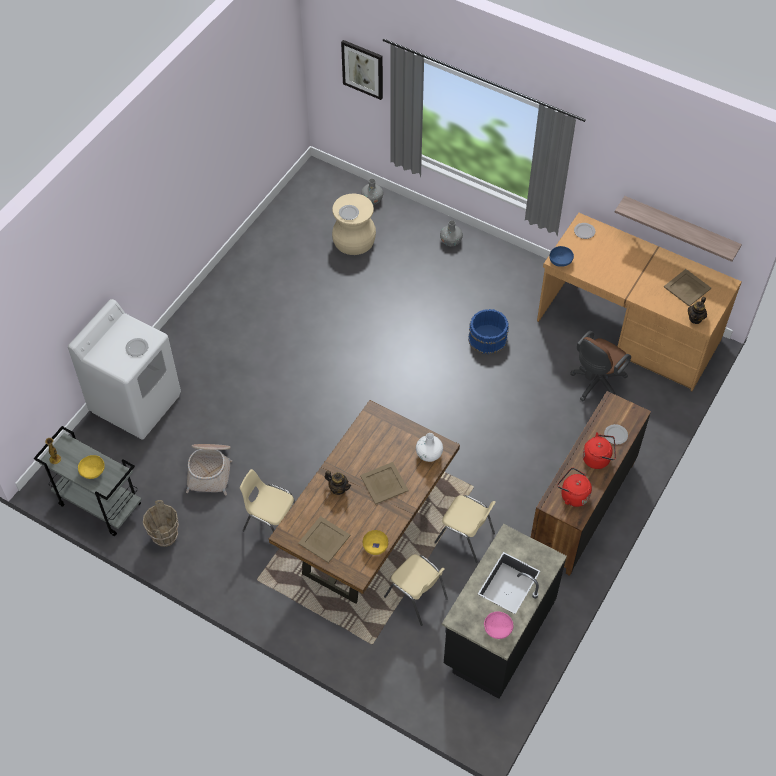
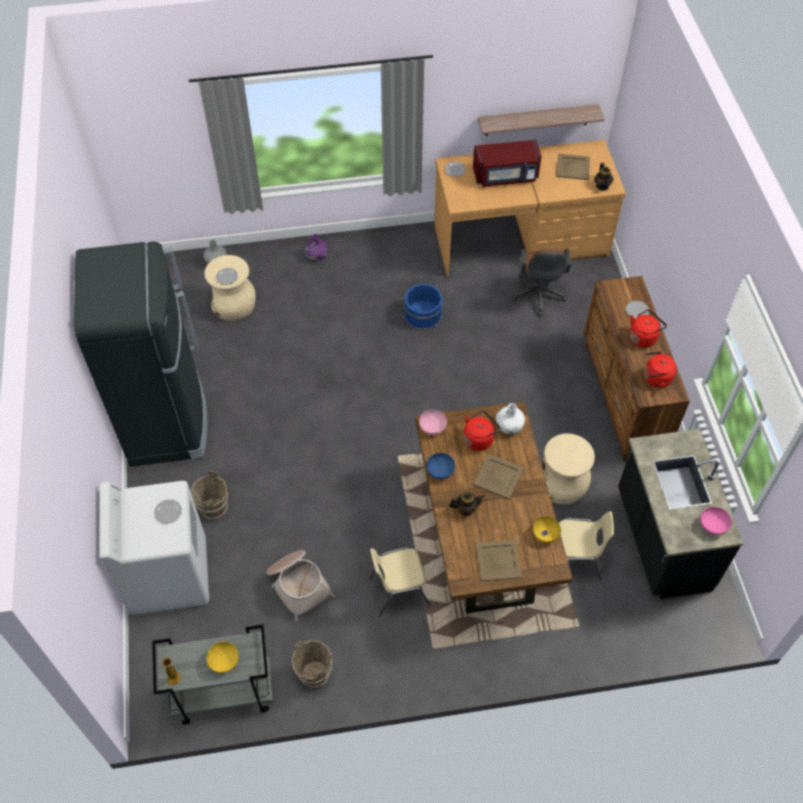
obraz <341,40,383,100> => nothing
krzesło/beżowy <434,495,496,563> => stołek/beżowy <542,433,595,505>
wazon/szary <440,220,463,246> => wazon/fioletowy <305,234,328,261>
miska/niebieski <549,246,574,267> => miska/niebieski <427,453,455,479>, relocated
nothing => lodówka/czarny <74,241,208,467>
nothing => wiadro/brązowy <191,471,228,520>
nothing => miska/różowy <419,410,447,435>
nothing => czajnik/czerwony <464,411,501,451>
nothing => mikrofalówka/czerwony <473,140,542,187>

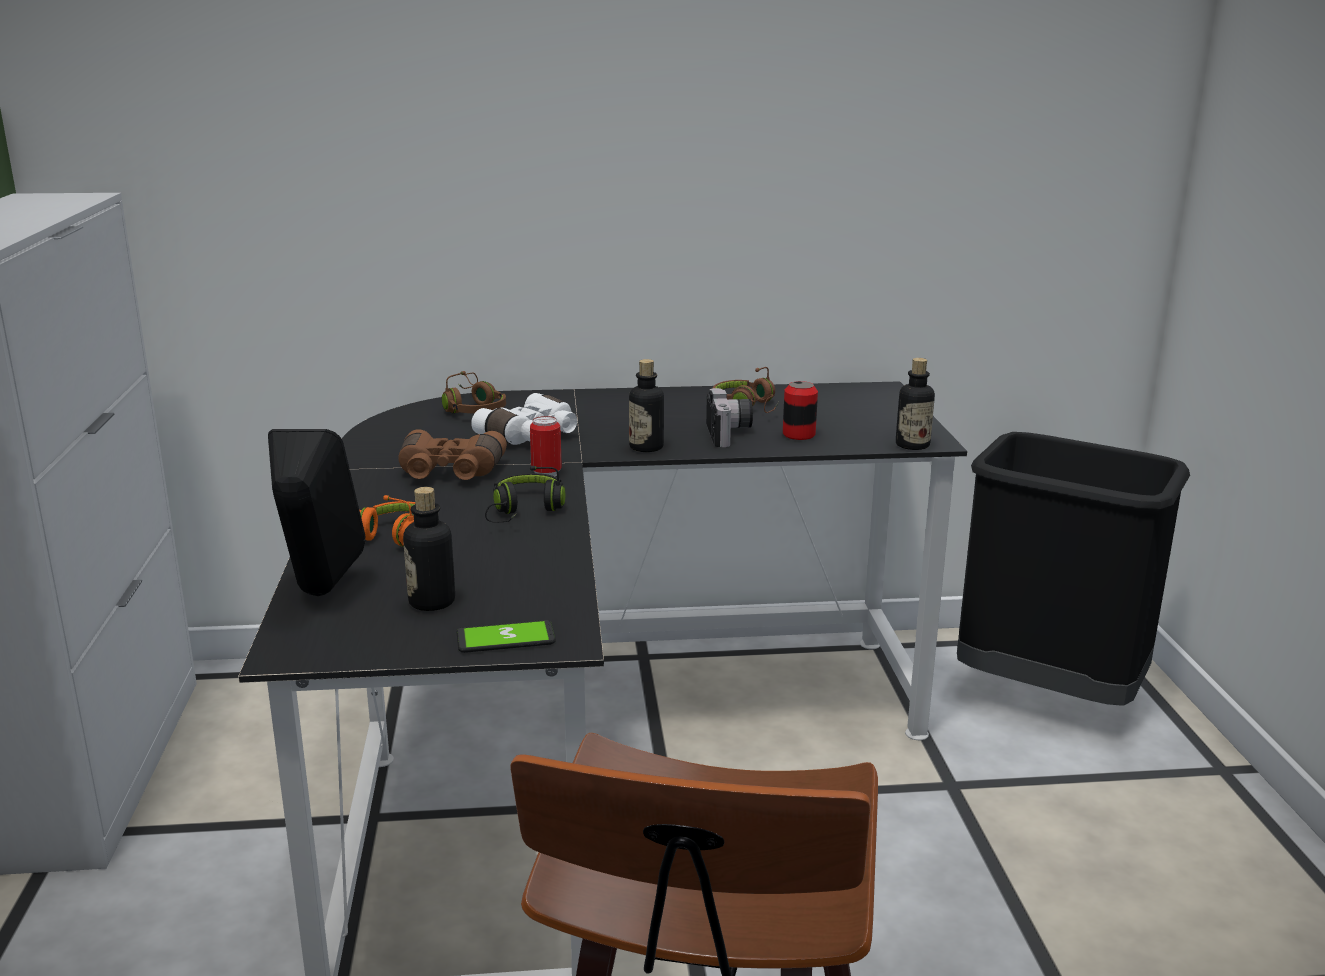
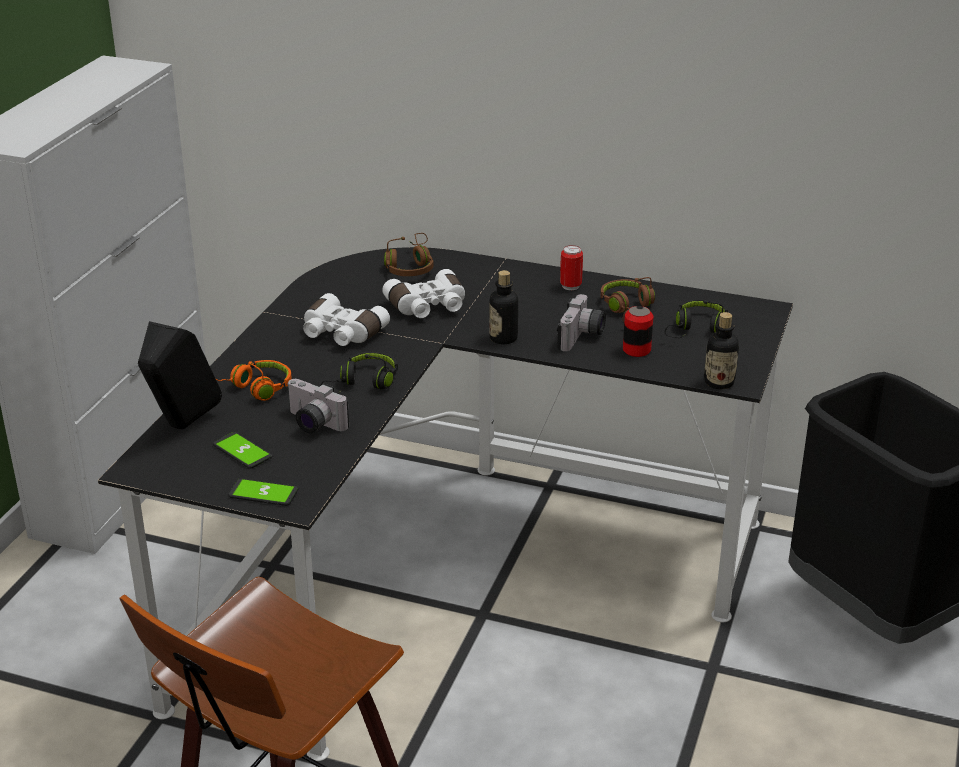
lornetka/brązowy <398,429,507,480> => lornetka/biały <303,293,390,346>
butelka <403,487,455,611> => telefon <213,432,272,469>
puszka <530,416,562,476> => puszka <560,245,583,290>, relocated
nothing => aparat fotograficzny <287,379,349,434>
nothing => słuchawki/czarny <665,300,728,338>

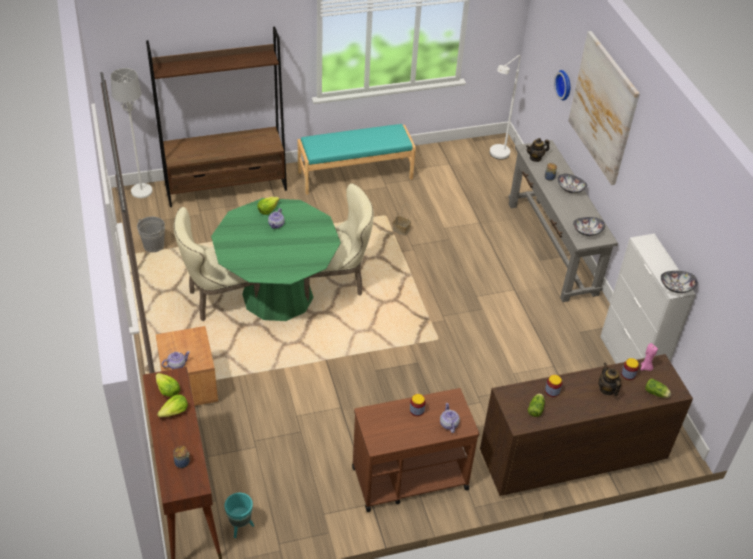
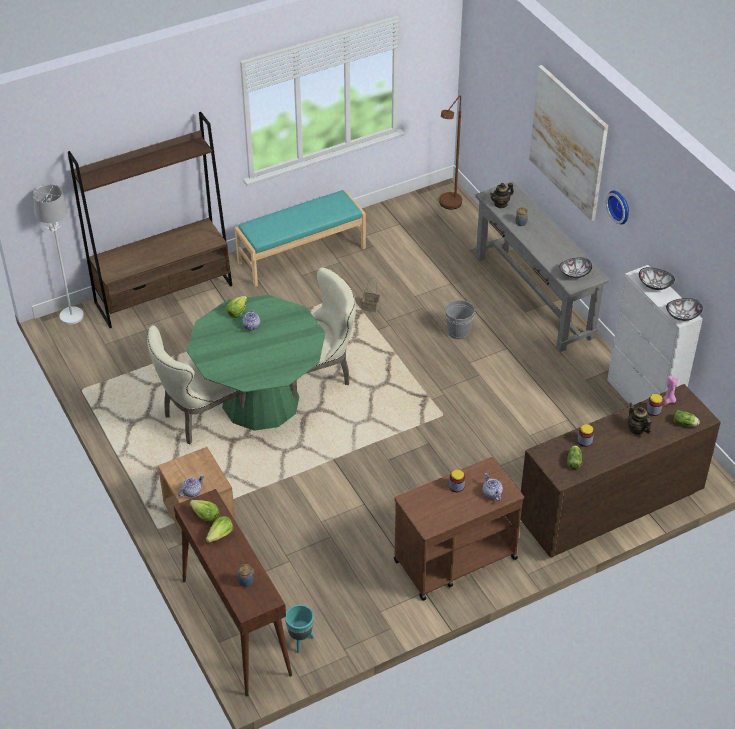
wiadro/szary <137,216,165,252> => wiadro/szary <444,300,476,339>, relocated
lampa stojąca/biały <490,55,521,160> => lampa stojąca/brązowy <439,95,462,209>
zegar ścienny <554,70,570,101> => zegar ścienny <606,191,629,224>, relocated
miska <558,174,587,194> => miska <639,267,675,290>, relocated

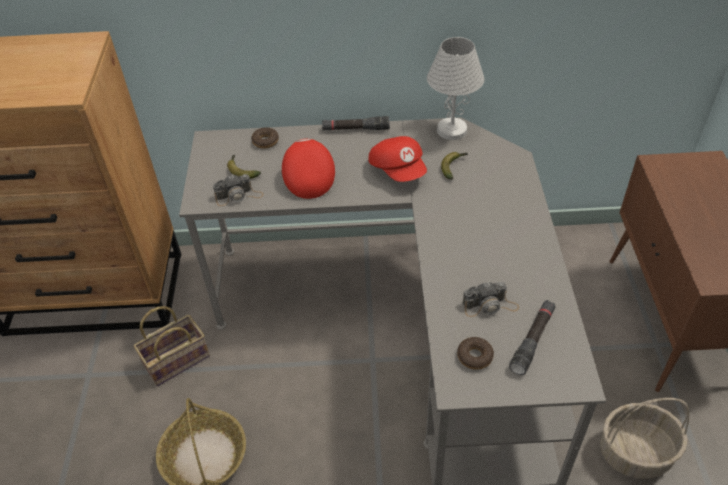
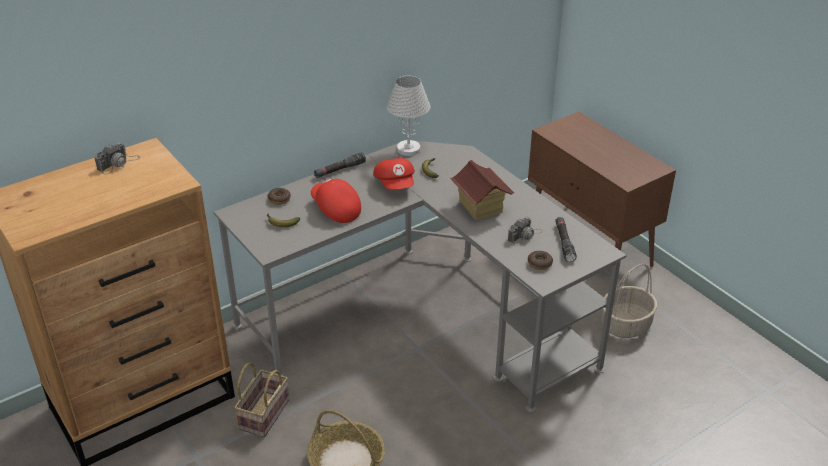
aparat fotograficzny <213,174,263,206> => aparat fotograficzny <95,142,140,174>, relocated
czapka z daszkiem/czerwony <368,136,427,182> => czapka z daszkiem/czerwony <373,158,415,189>, 45 degrees clockwise
nothing => domek <450,160,514,220>

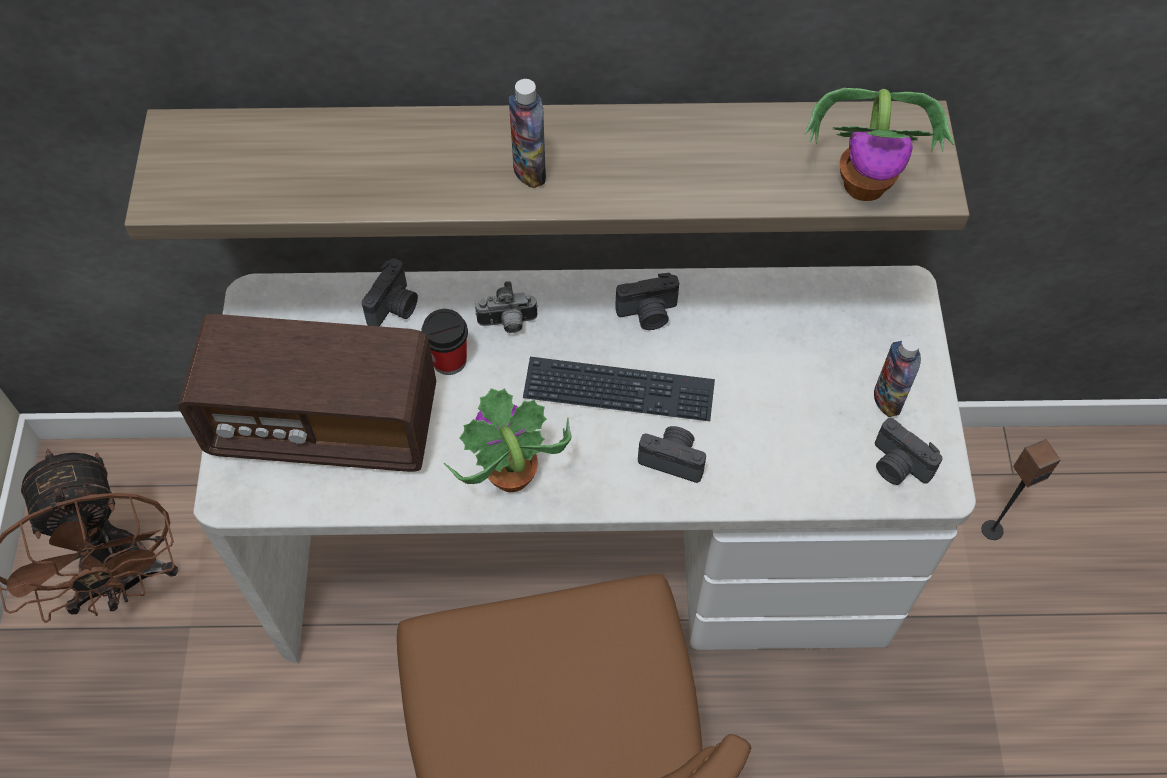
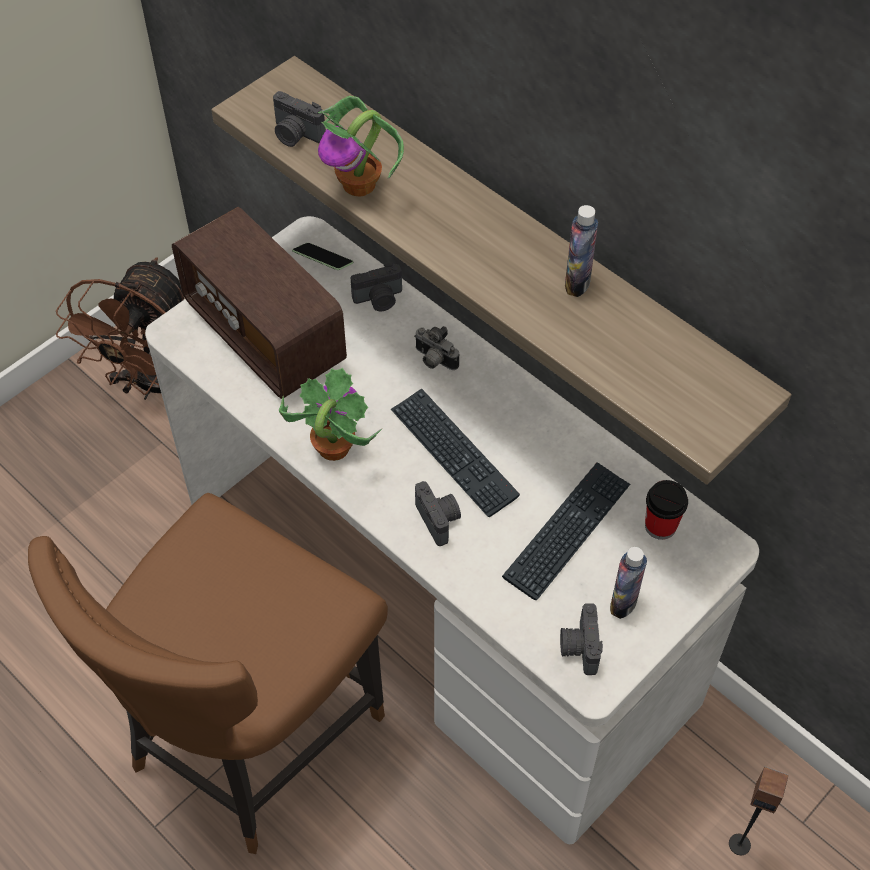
filiżanka <421,309,468,375> => filiżanka <645,480,688,540>, relocated
butelka <509,79,546,188> => butelka <565,205,598,297>, relocated
aparat fotograficzny <615,273,679,330> => aparat fotograficzny <273,91,326,147>, relocated
roślina doniczkowa <805,88,954,201> => roślina doniczkowa <318,96,404,196>, relocated
nothing => telefon <292,243,353,270>
nothing => klawiatura <502,462,630,600>

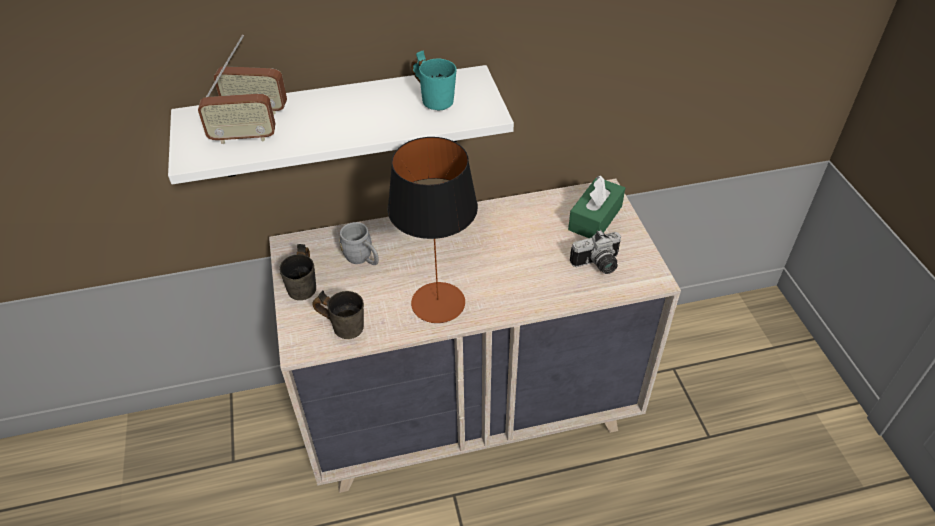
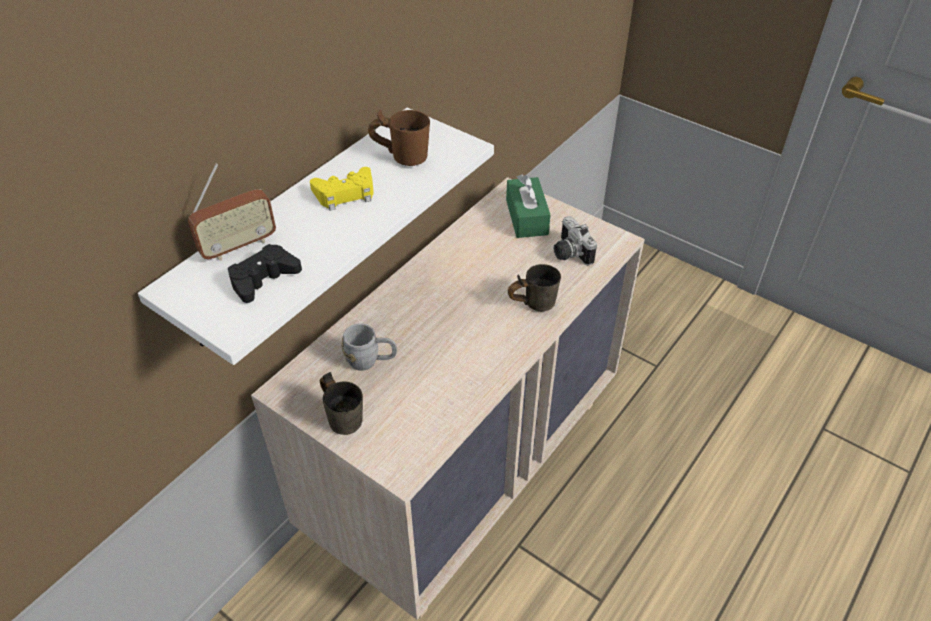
radio <198,62,275,144> => pad do gier/czarny <228,244,302,303>
kubek/szary <313,291,364,339> => kubek/szary <508,264,561,311>, relocated
lampa stołowa <387,137,478,323> => nothing
kubek/turkusowy <411,51,457,111> => kubek/brązowy <368,110,430,166>
aparat fotograficzny <570,230,621,274> => aparat fotograficzny <554,216,597,266>, 120 degrees clockwise
nothing => pad do gier/żółty <310,167,374,211>

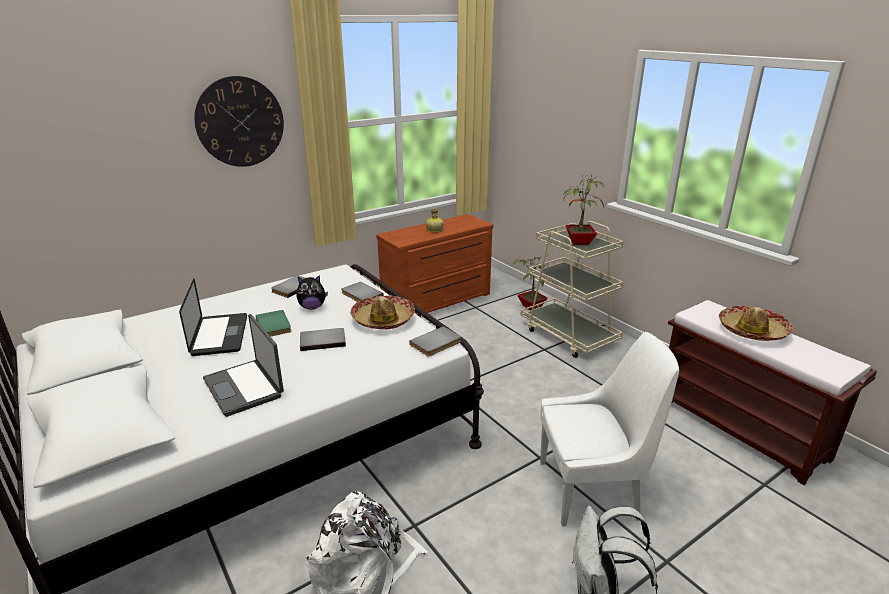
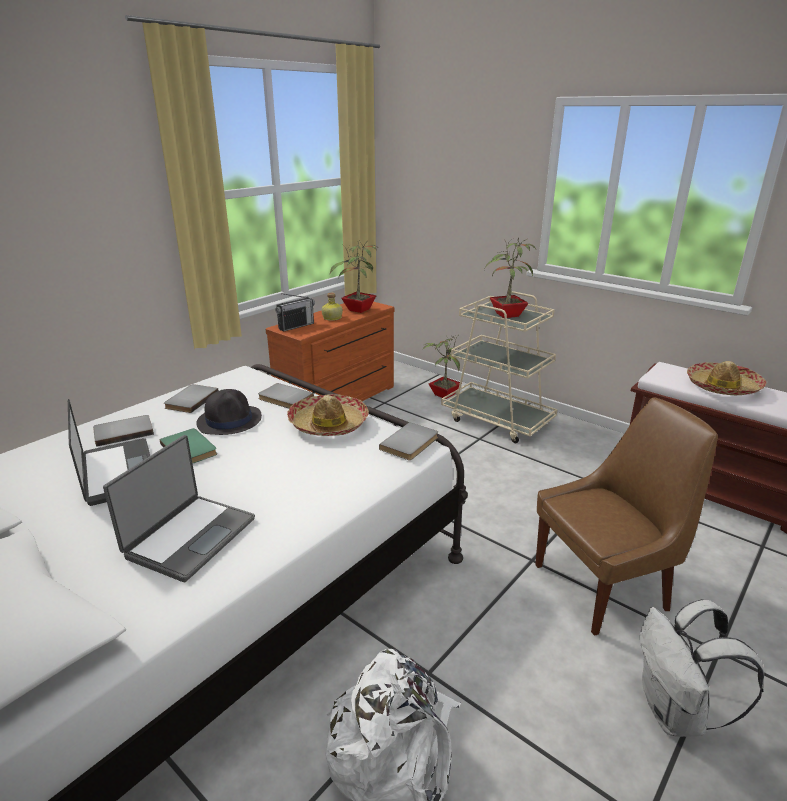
zegar ścienny <194,76,284,167> => nothing
laptop <203,314,284,417> => laptop <103,435,255,582>, 105 degrees counterclockwise
pluszak <296,275,328,310> => kapelusz/czarny <196,389,262,435>
książka/szary <300,328,346,351> => książka/szary <93,415,154,447>, relocated
krzesło/biały <540,332,679,527> => krzesło/brązowy <535,397,718,636>
nothing => radio <275,293,315,332>
nothing => roślina doniczkowa <330,242,377,313>

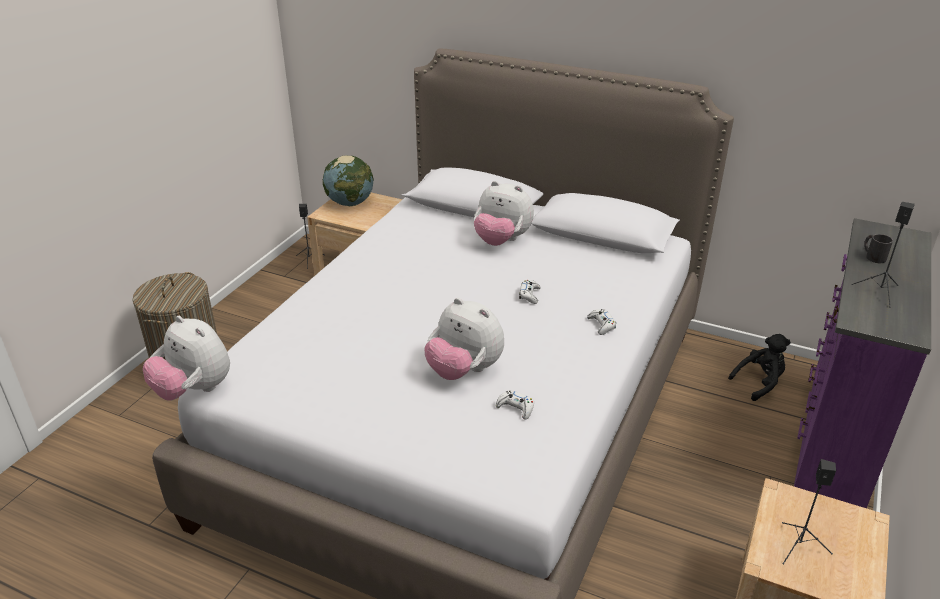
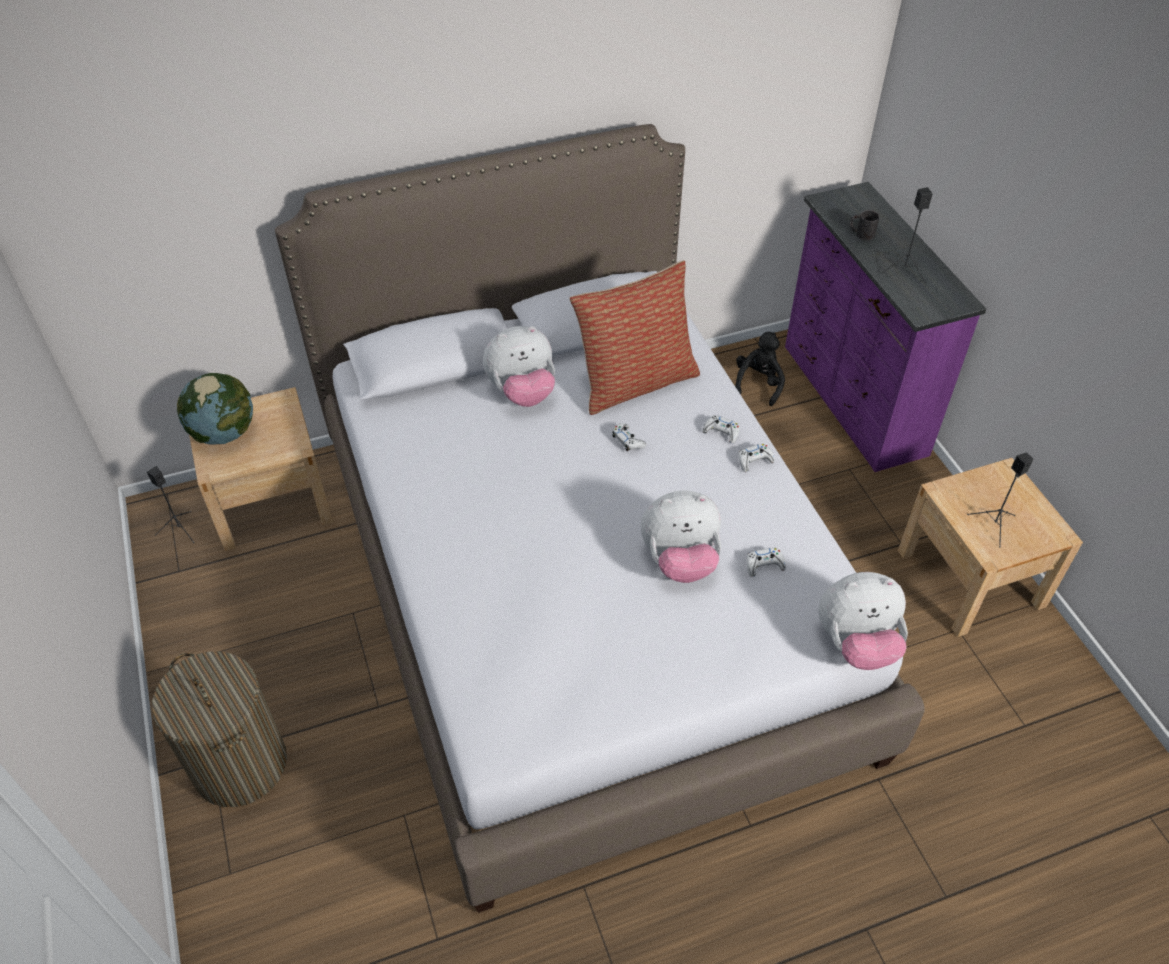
pluszak <143,316,230,401> => pluszak <818,572,908,670>, relocated
nothing => poduszka <569,260,700,415>
nothing => pad do gier/biały <738,444,775,472>

